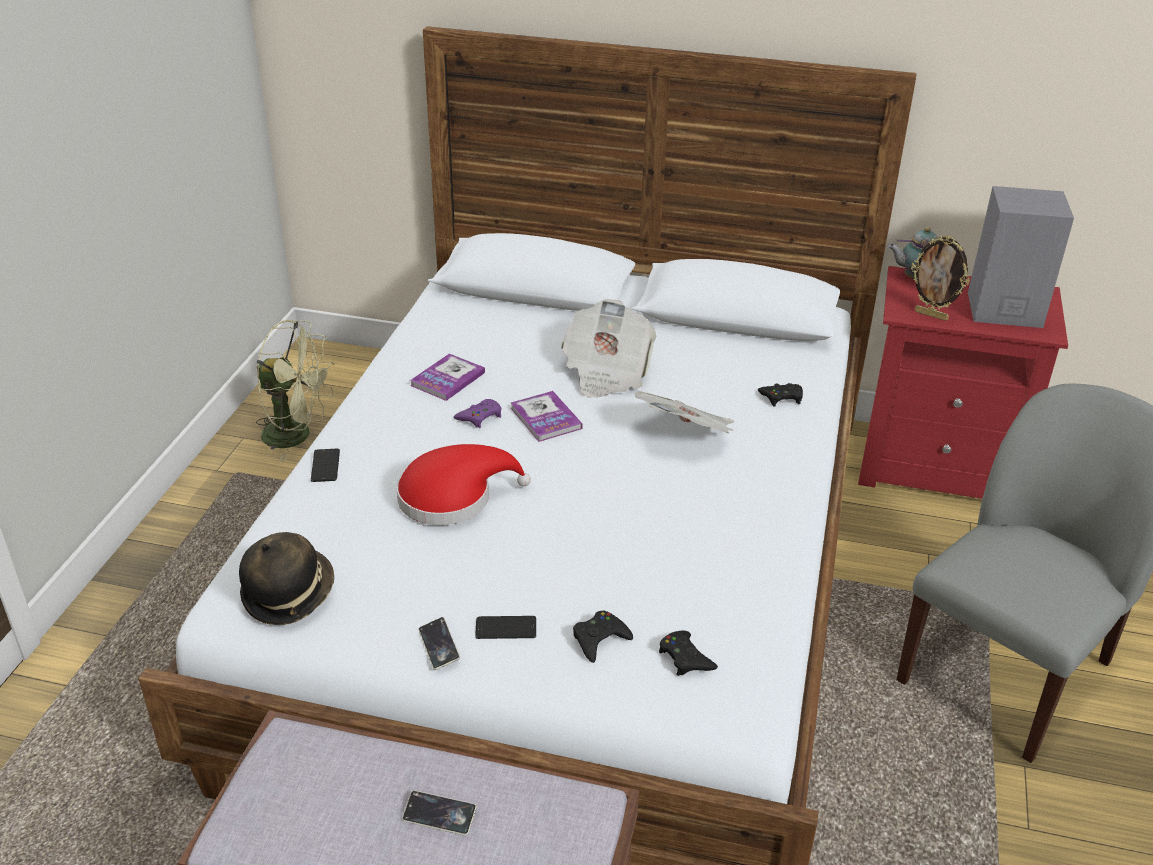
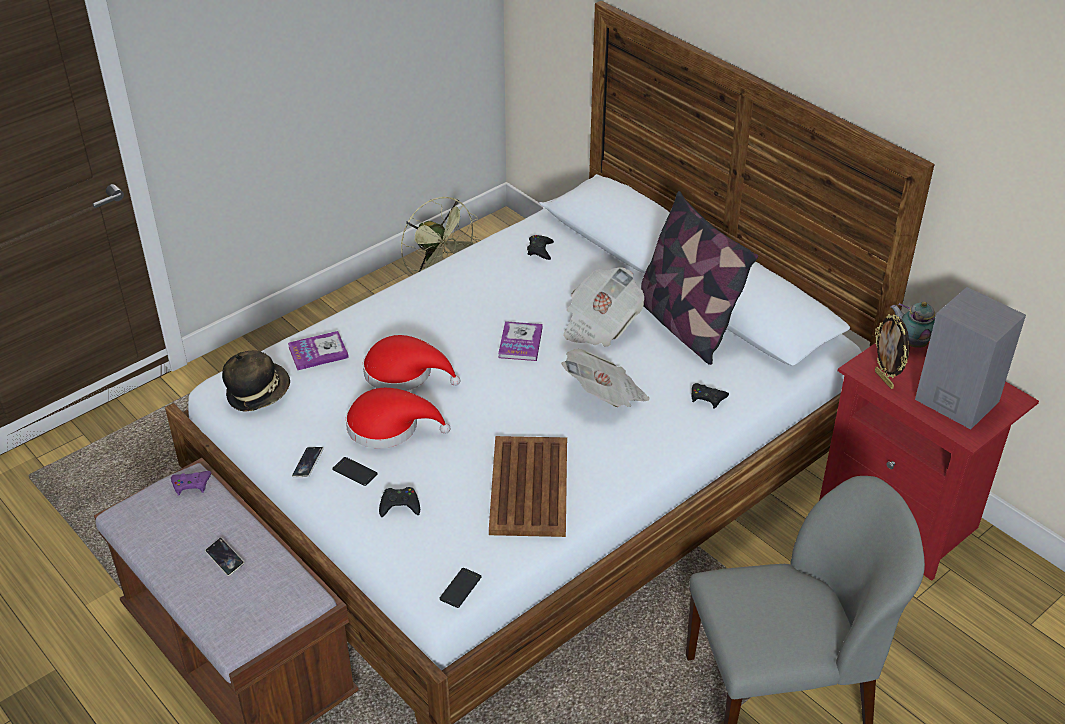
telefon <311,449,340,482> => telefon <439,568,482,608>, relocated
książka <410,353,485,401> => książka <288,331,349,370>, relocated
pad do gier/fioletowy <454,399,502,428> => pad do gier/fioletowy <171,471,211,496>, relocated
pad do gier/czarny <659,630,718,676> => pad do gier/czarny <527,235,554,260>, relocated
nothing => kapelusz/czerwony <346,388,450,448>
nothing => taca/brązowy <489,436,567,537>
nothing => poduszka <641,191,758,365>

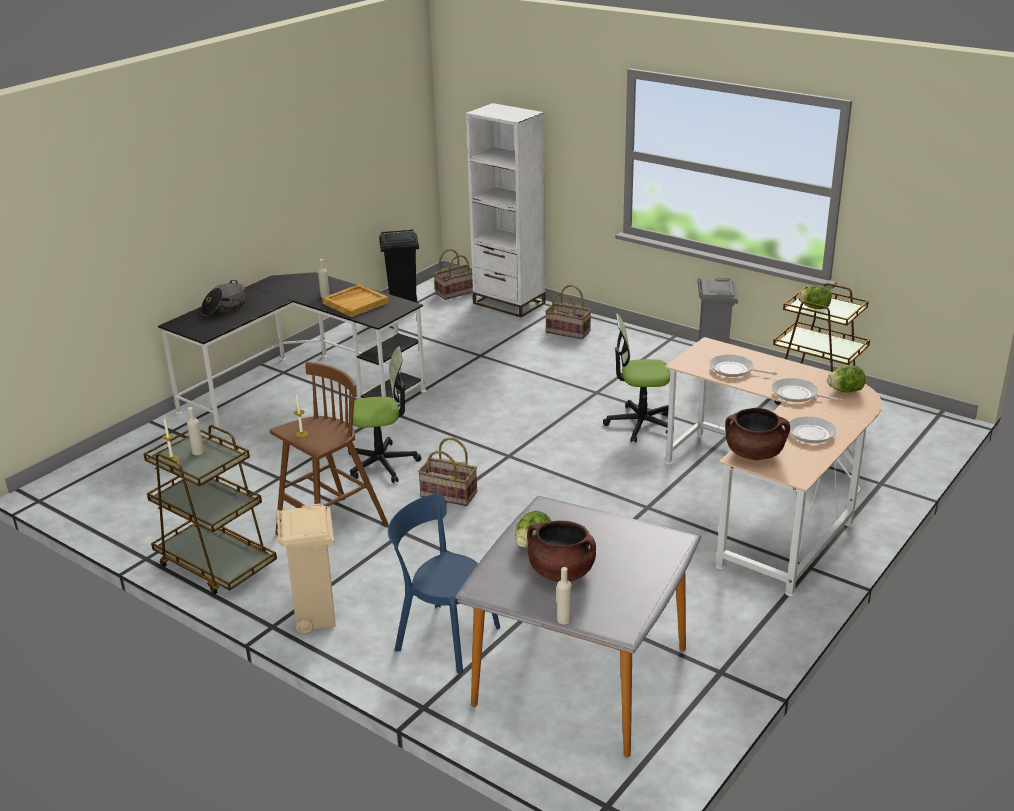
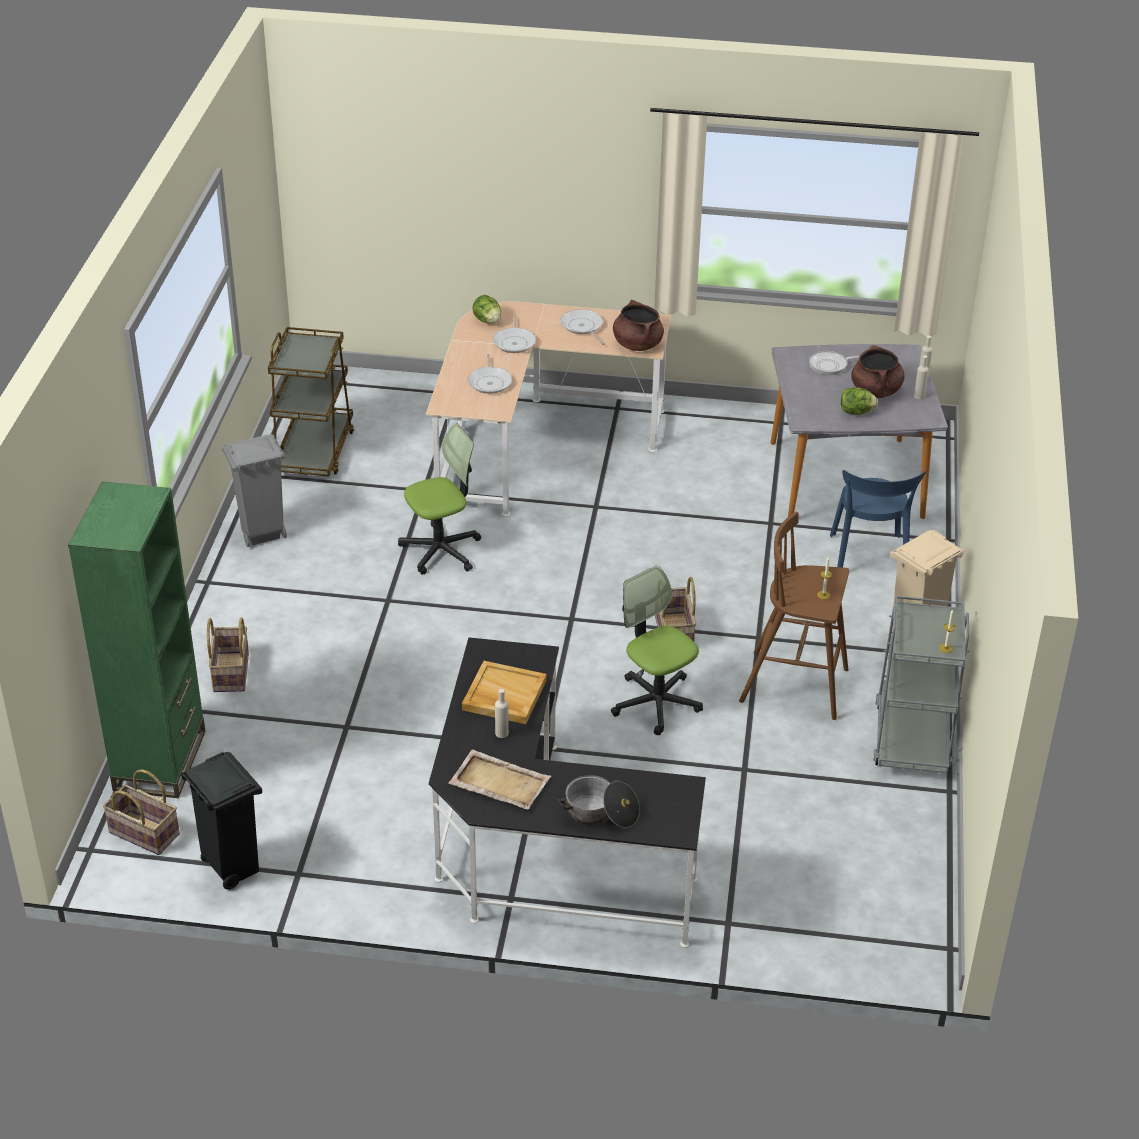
wózek/brązowy <143,425,277,594> => wózek/szary <873,596,969,773>
butelka/beżowy <187,407,204,455> => butelka/beżowy <914,355,929,399>, relocated
regał/biały <466,103,546,317> => regał/zielony <68,481,206,798>
krzesło biurowe <603,314,674,443> => krzesło biurowe <398,424,481,575>, 90 degrees counterclockwise
sałata <798,285,831,309> => nothing
nothing => taca/beżowy <448,749,551,810>
nothing => patelnia <809,351,860,375>

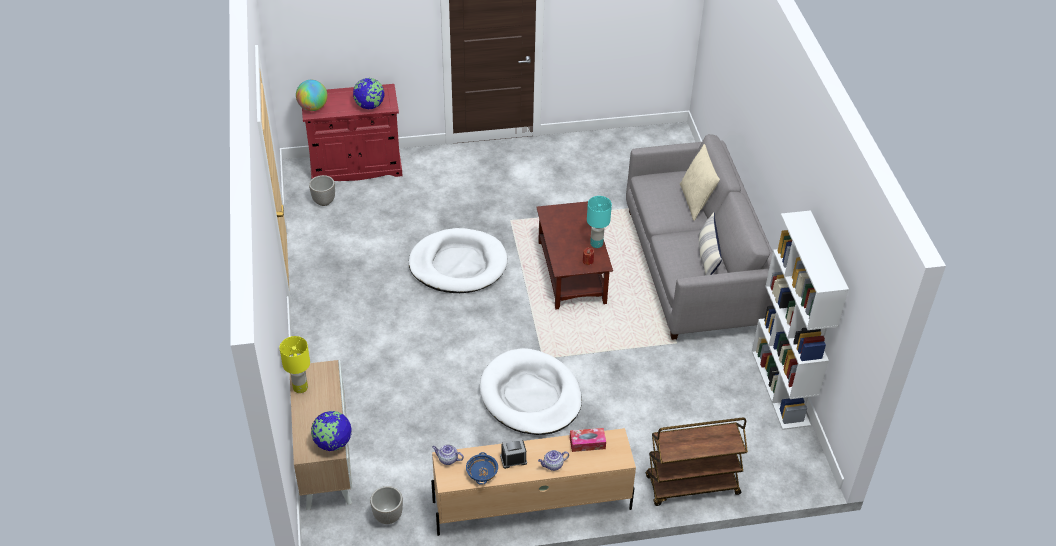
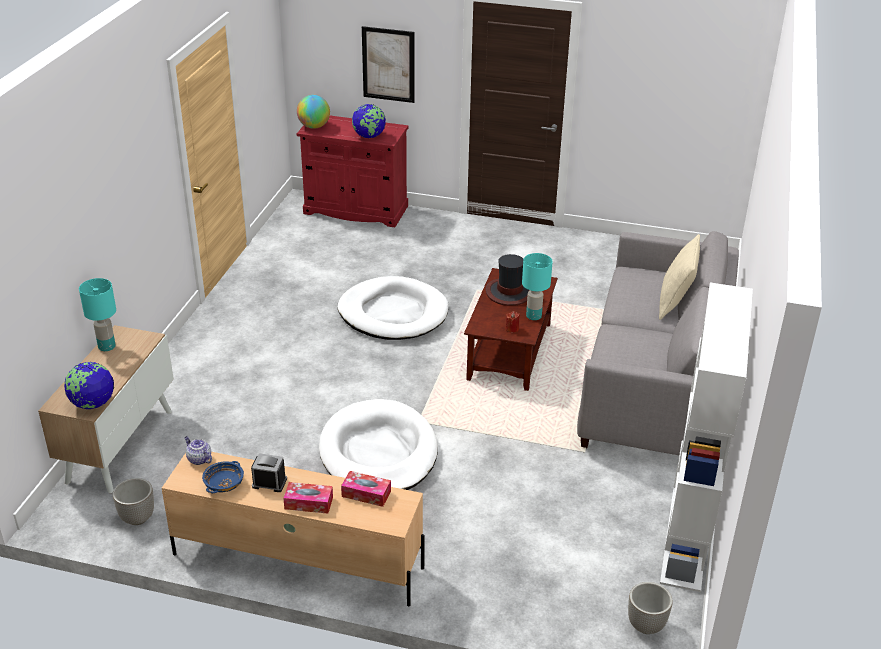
lampa stołowa/żółty <279,336,310,393> => lampa stołowa/turkusowy <79,278,116,351>
donica <309,175,335,206> => donica <628,582,673,634>, relocated
imbryk <538,450,569,471> => pudełko chusteczek <283,482,333,514>
wózek/brązowy <646,418,748,506> => nothing
poduszka <699,212,722,275> => nothing
nothing => obraz <362,26,415,103>
nothing => kapelusz <486,254,530,306>

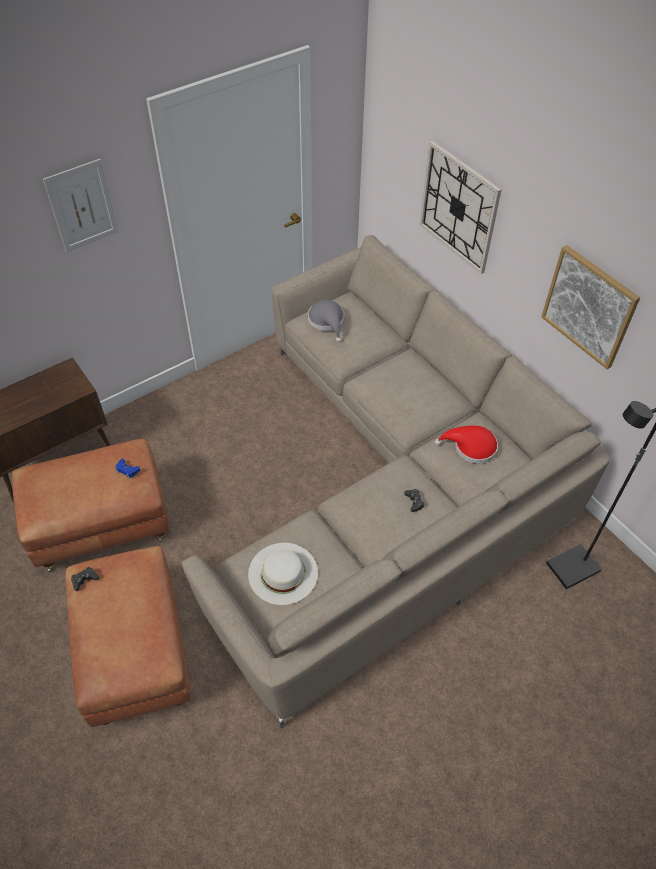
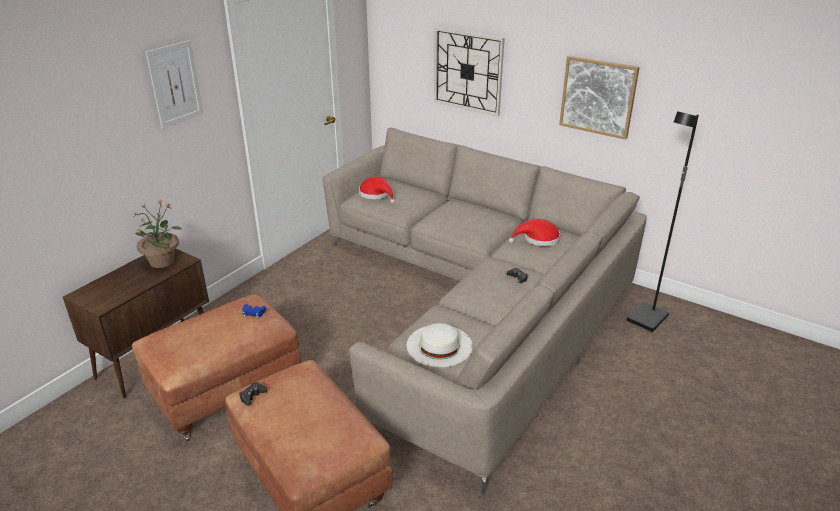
kapelusz/szary <308,300,344,343> => kapelusz/czerwony <359,176,395,204>
nothing => roślina doniczkowa <134,200,183,268>

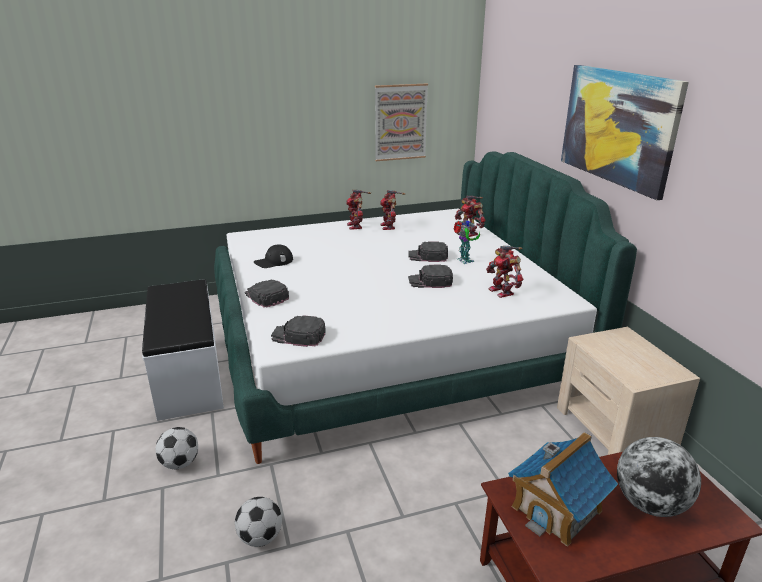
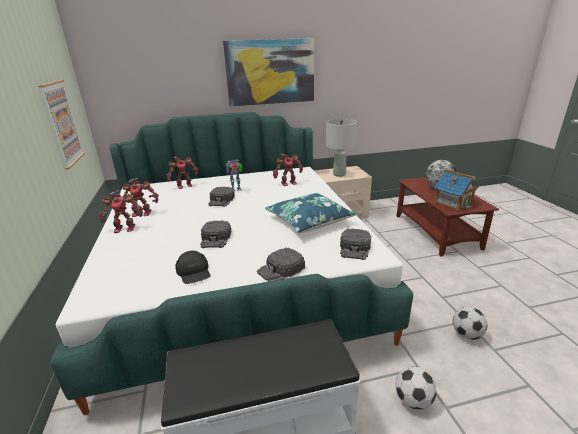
czapka z daszkiem/czarny <408,264,453,288> => czapka z daszkiem/czarny <200,221,231,248>, relocated
nothing => poduszka/niebieski <265,193,357,233>
nothing => lampa stołowa/szary <326,119,357,177>

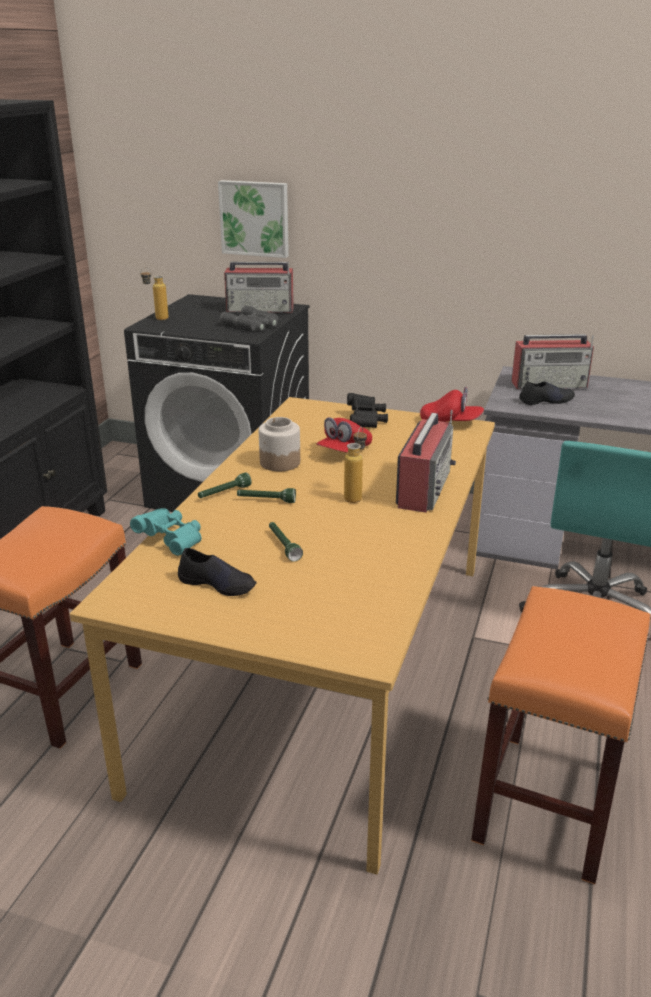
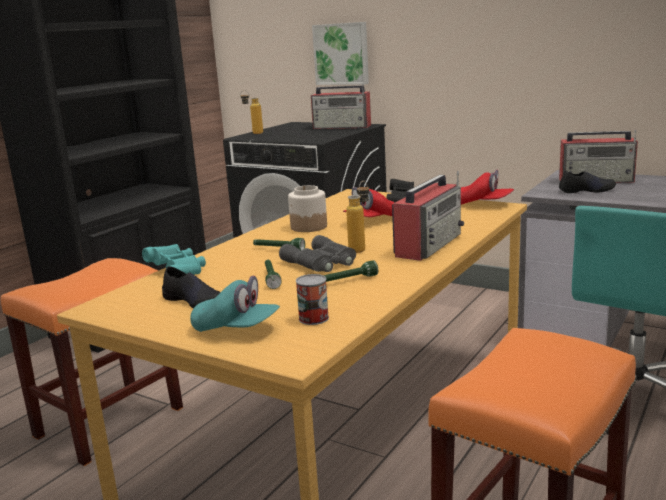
latarka/zielony <198,473,252,498> => latarka/zielony <323,260,378,282>, relocated
lornetka/szary <220,306,278,331> => lornetka/szary <279,235,356,272>, relocated
nothing => czapka z daszkiem/turkusowy <190,276,280,332>
nothing => puszka <296,274,329,325>

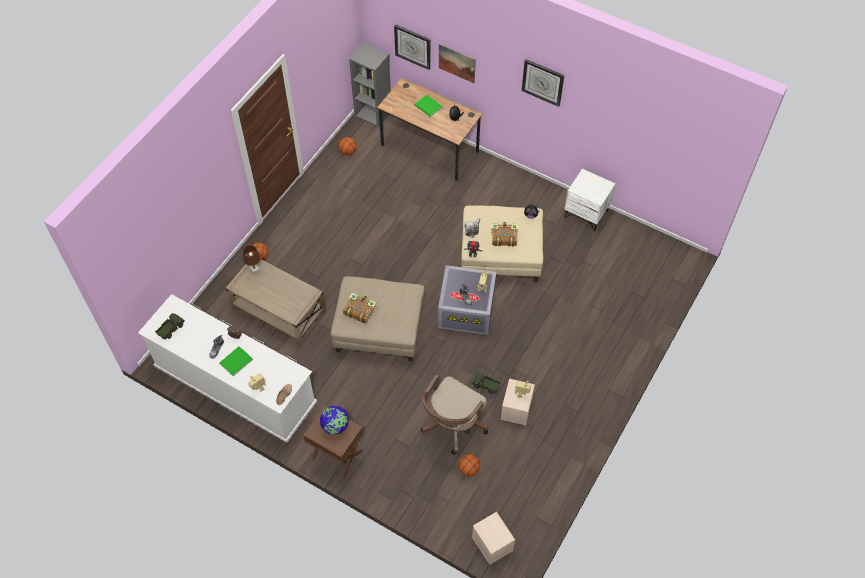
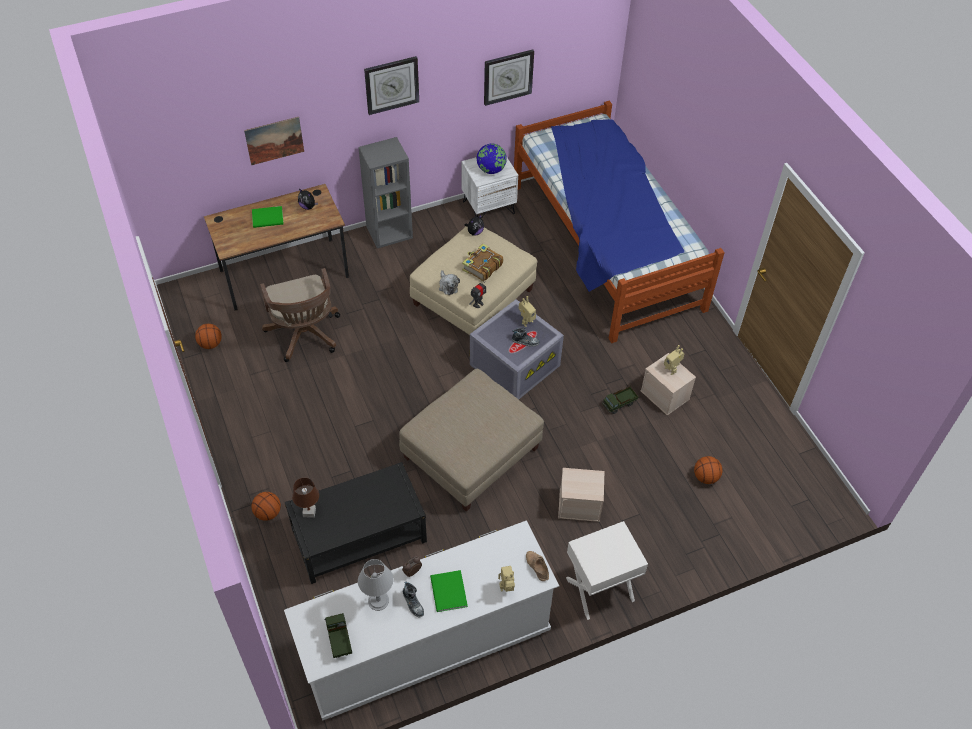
ława/beżowy <225,255,326,345> => ława/czarny <285,462,427,584>
szafka nocna/brązowy <303,406,363,479> => szafka nocna/biały <566,521,648,620>
globus <320,406,349,435> => globus <476,144,507,174>, relocated
książka <343,293,377,323> => nothing
regał/szary <349,43,391,128> => regał/szary <358,137,413,249>, relocated
zegar ścienny <394,24,430,70> => zegar ścienny <484,50,534,106>, relocated
krzesło biurowe/brązowy <421,374,488,454> => krzesło biurowe/brązowy <260,268,340,362>, relocated
pojemnik do przechowywania/beżowy <472,512,515,565> => pojemnik do przechowywania/beżowy <558,468,604,522>, relocated
nothing => lampa stołowa/szary <358,559,393,611>
nothing => łóżko <514,101,725,343>

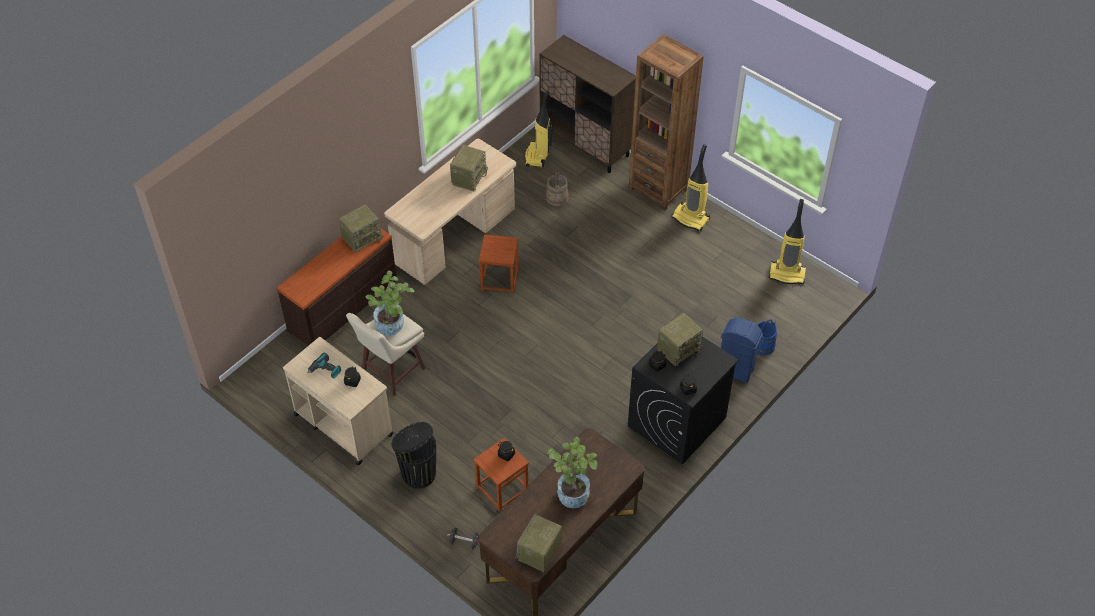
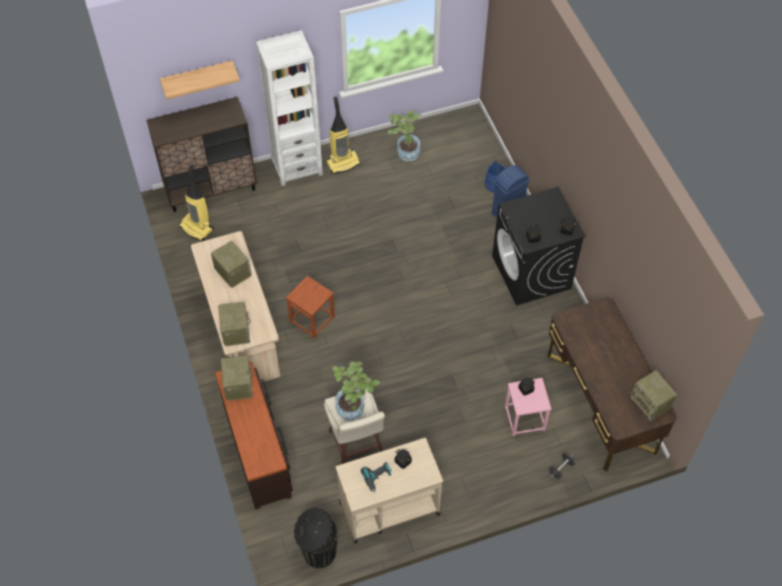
kosz na śmieci/czarny <391,422,436,489> => kosz na śmieci/czarny <294,508,338,568>, relocated
stołek/brązowy <473,438,529,511> => stołek/różowy <505,378,551,436>
wiadro/beżowy <546,170,569,206> => nothing
roślina doniczkowa <547,437,598,509> => roślina doniczkowa <388,110,421,161>, relocated
regał/brązowy <629,34,704,211> => regał/biały <256,30,323,186>
radio <657,313,703,366> => radio <218,301,251,346>, relocated
odkurzacz <769,199,806,284> => nothing
nothing => półka <160,61,240,100>

